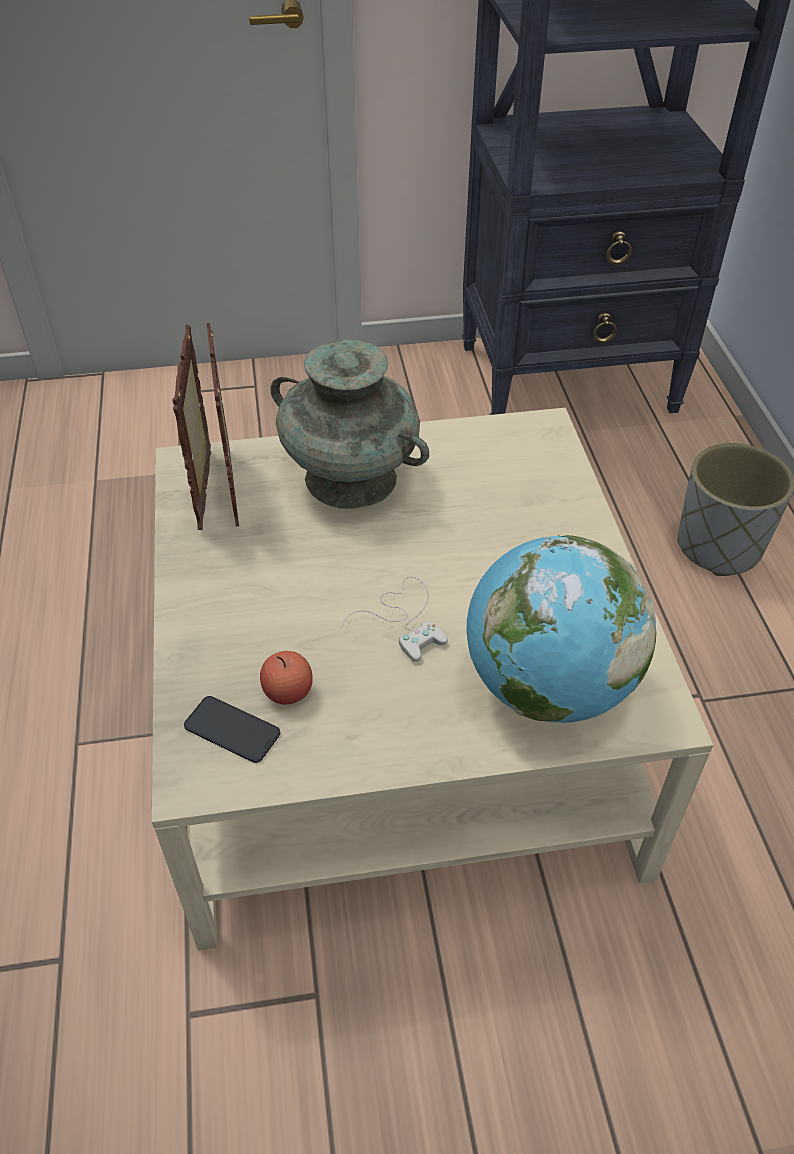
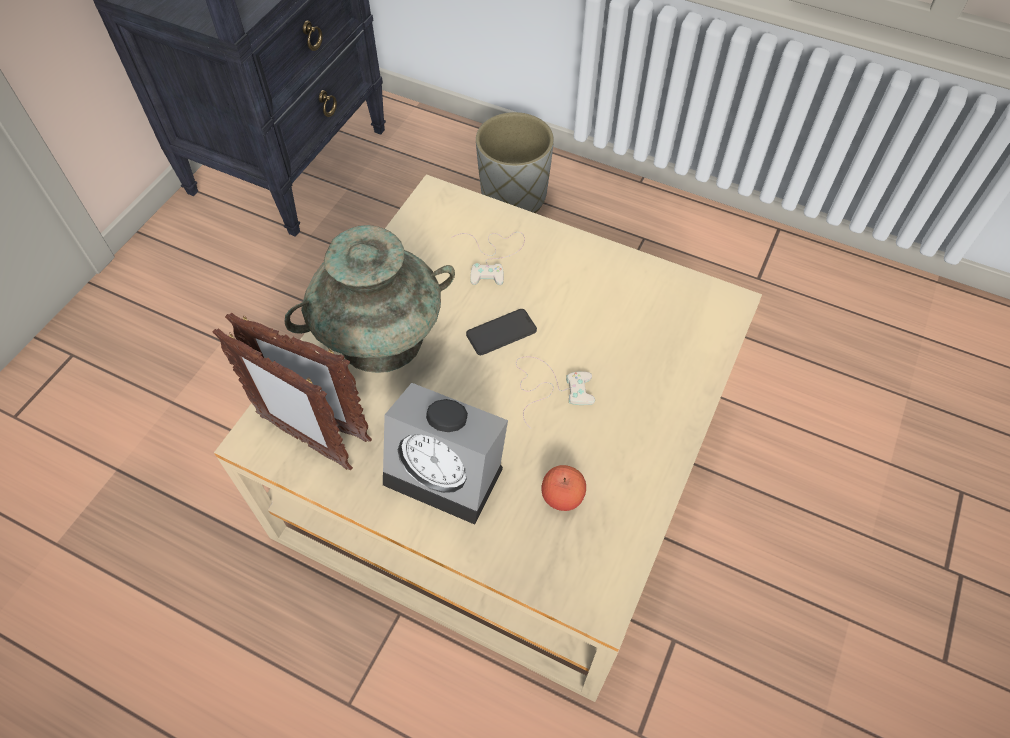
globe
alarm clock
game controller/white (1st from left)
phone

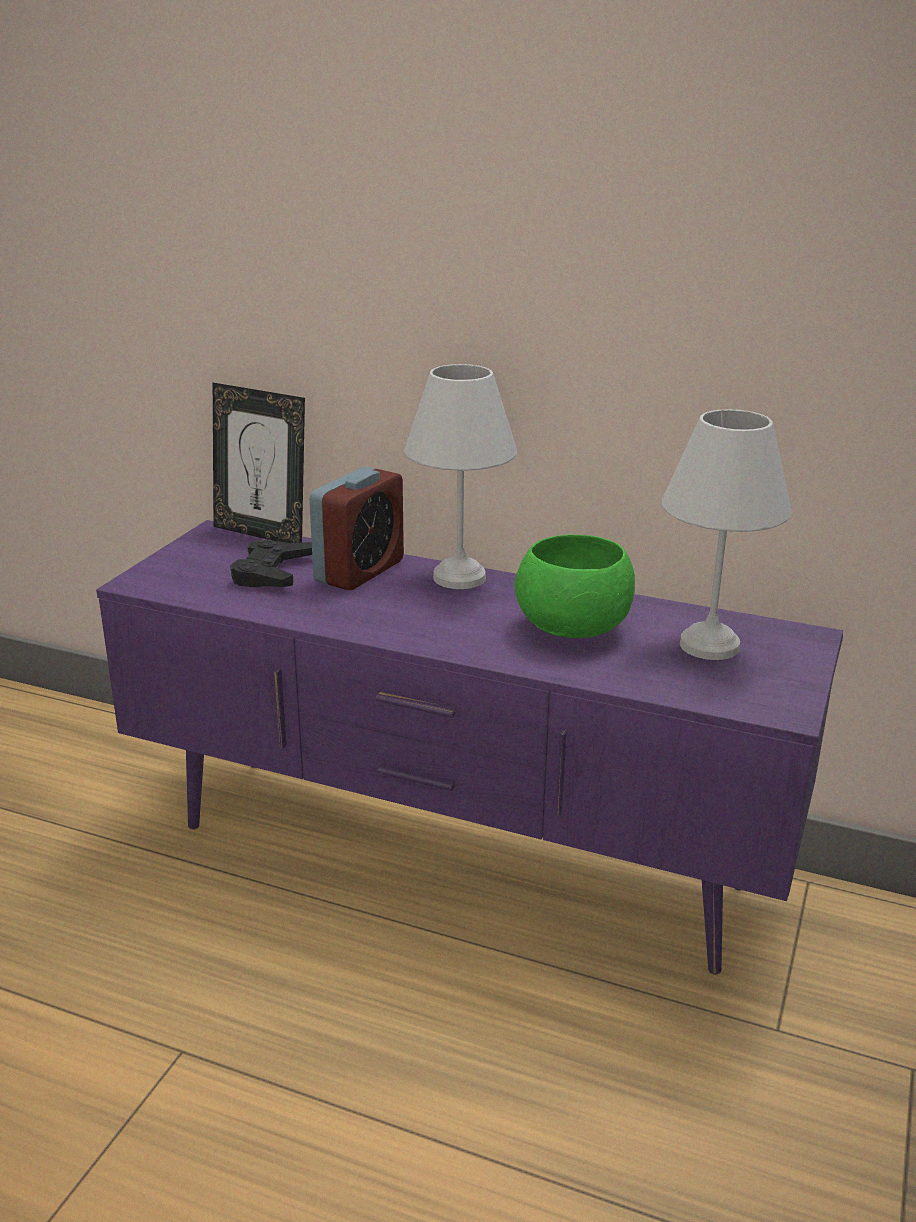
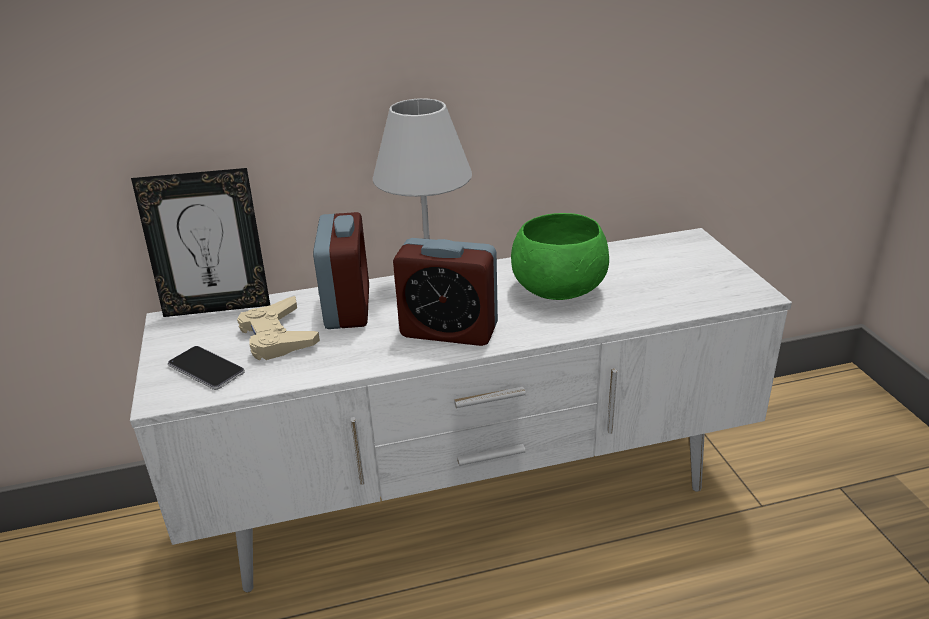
table lamp/white (2nd from left in the first image)
phone
alarm clock (2nd from left)
tv stand/white
game controller/beige

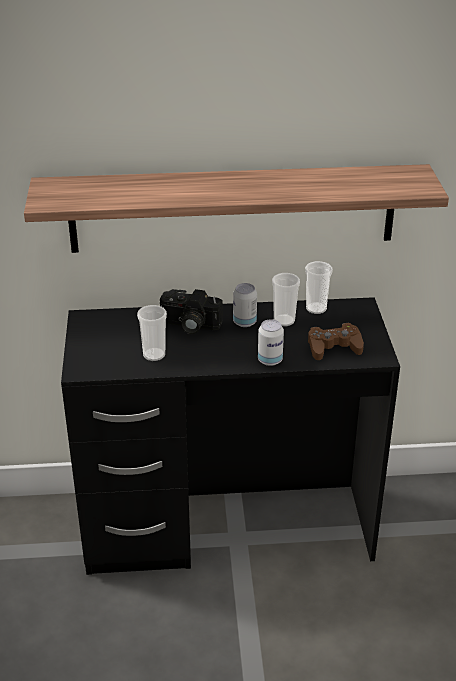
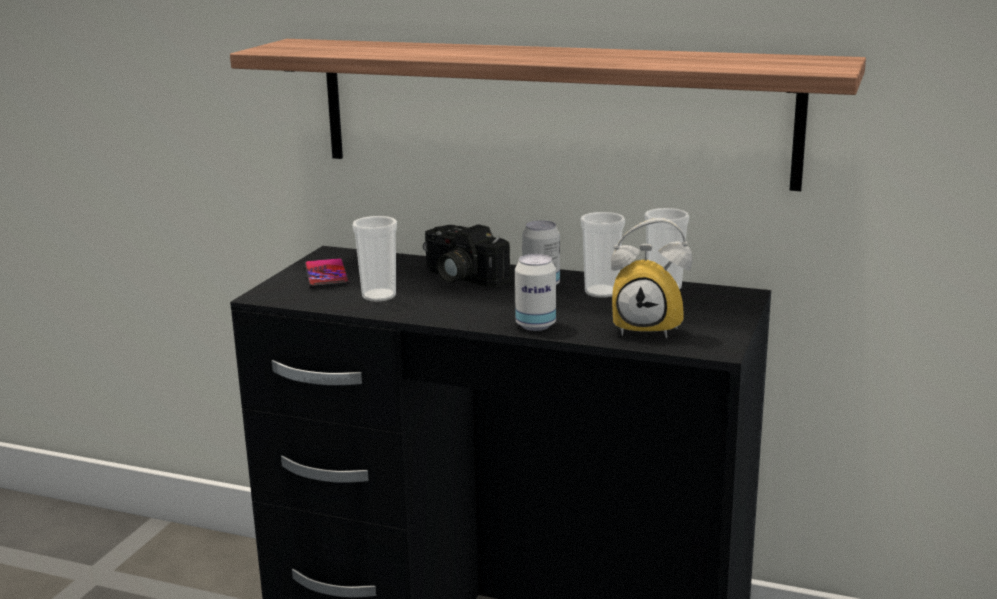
phone
alarm clock

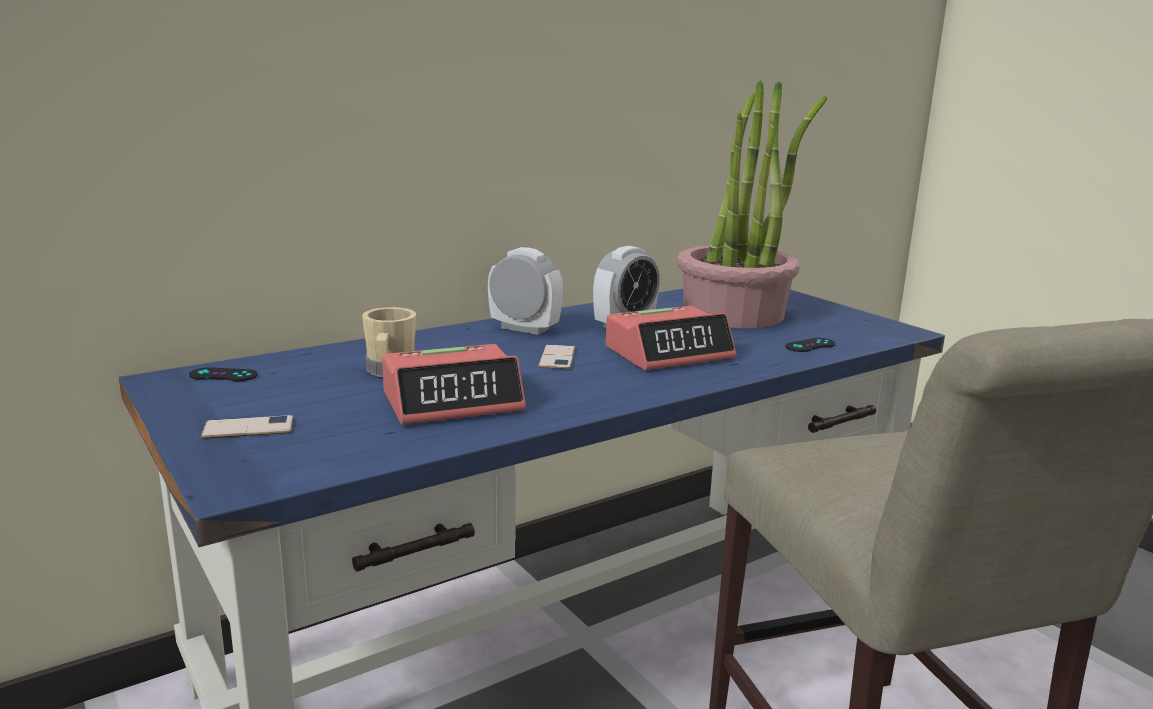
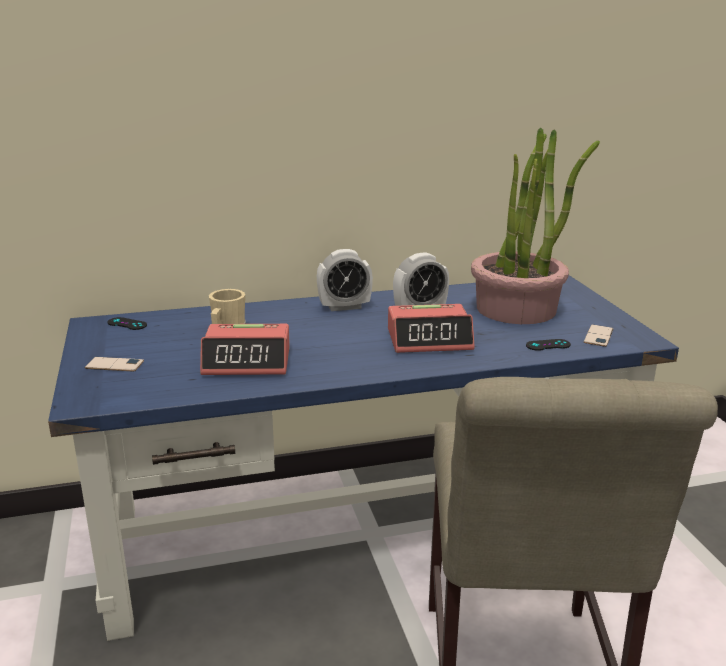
phone (2nd from left)
alarm clock (2nd from left)

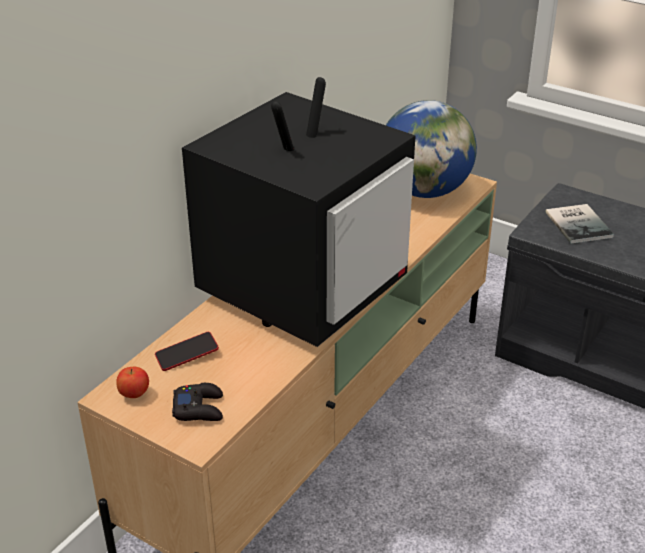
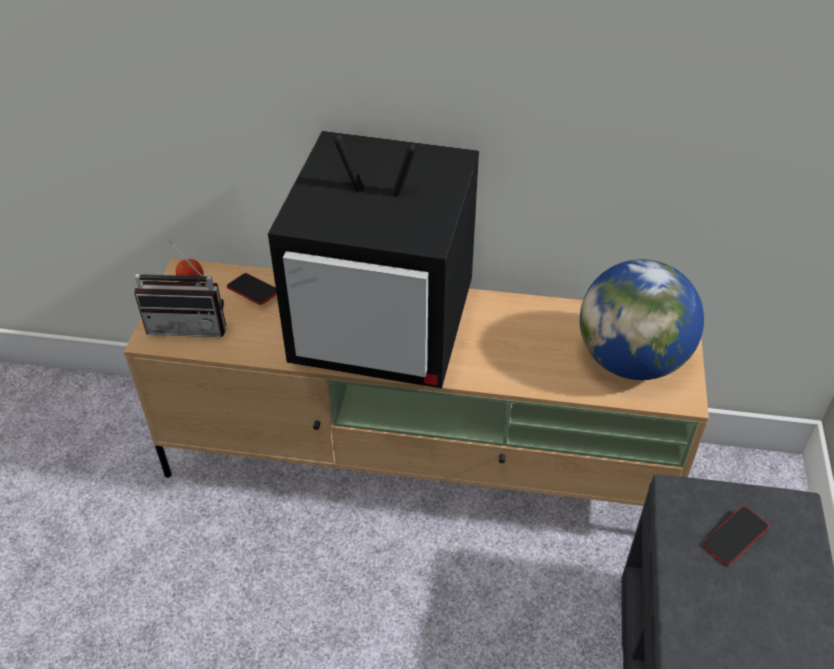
radio
phone (2nd from left)

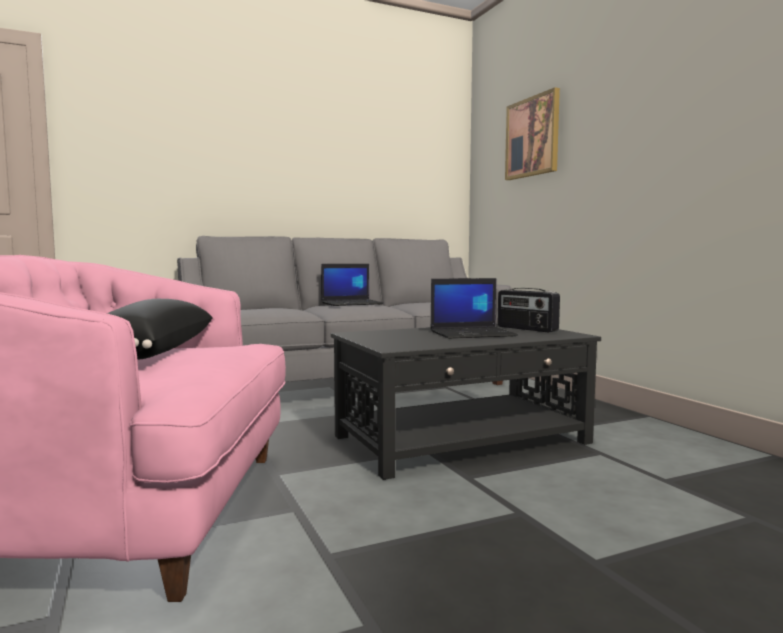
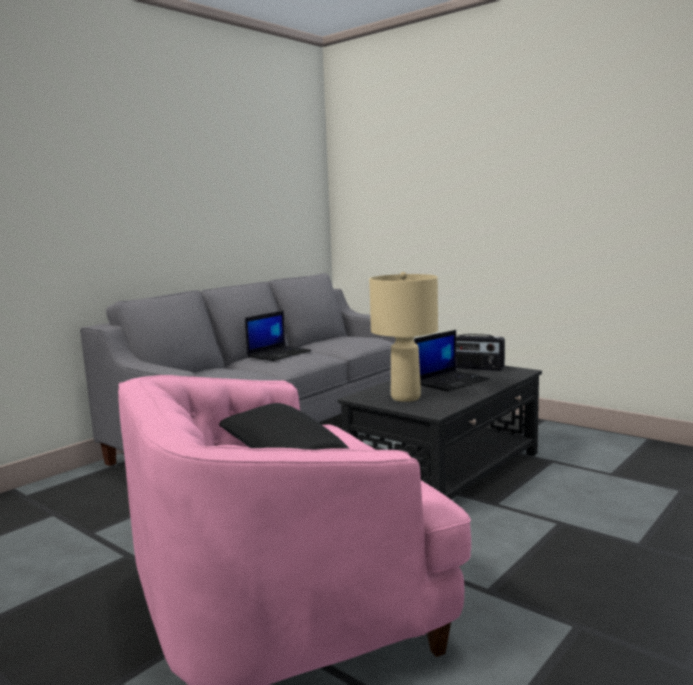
picture
table lamp/beige

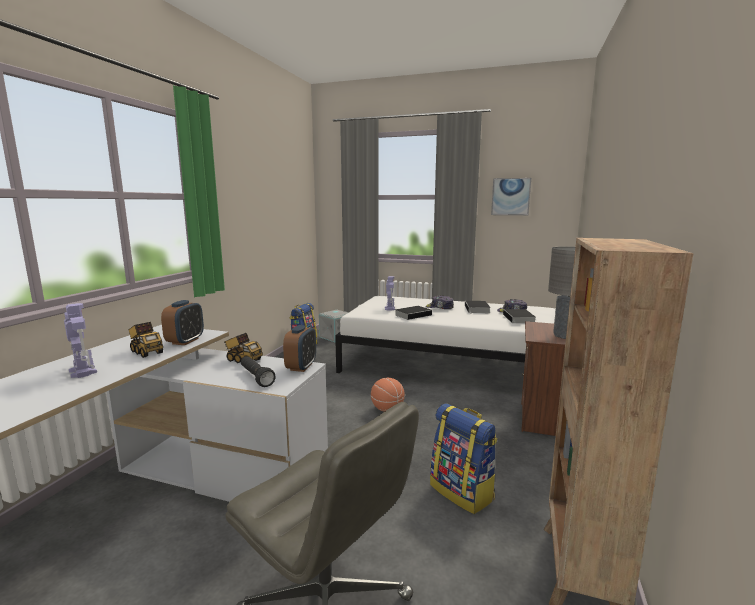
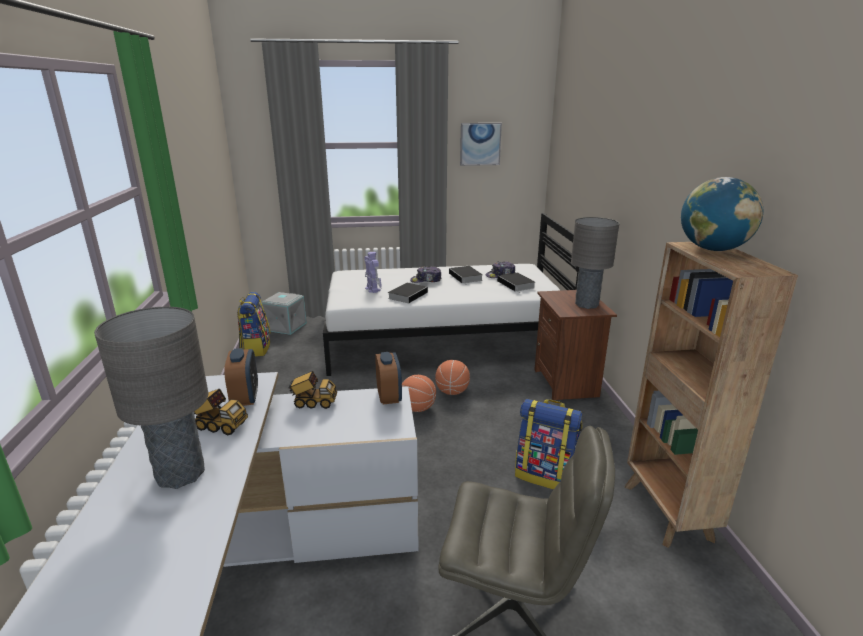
flashlight/black
basketball (2nd from left)
globe
table lamp/grey (1st from left)

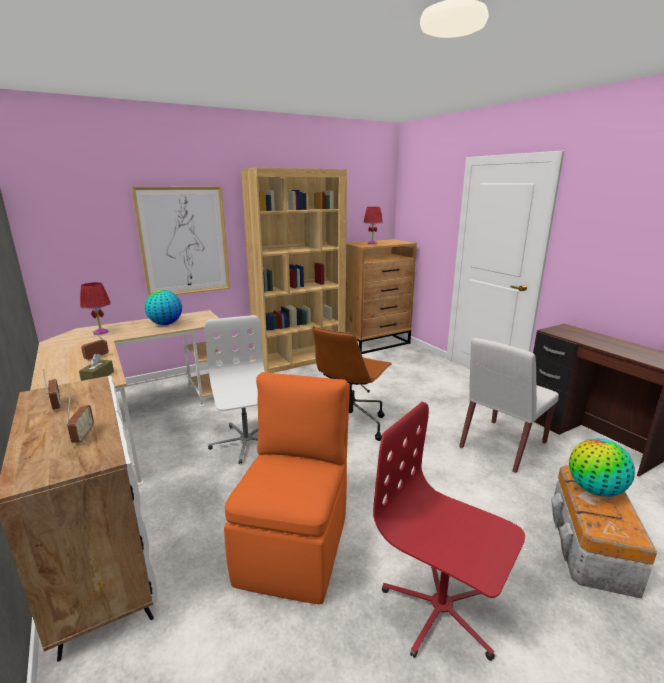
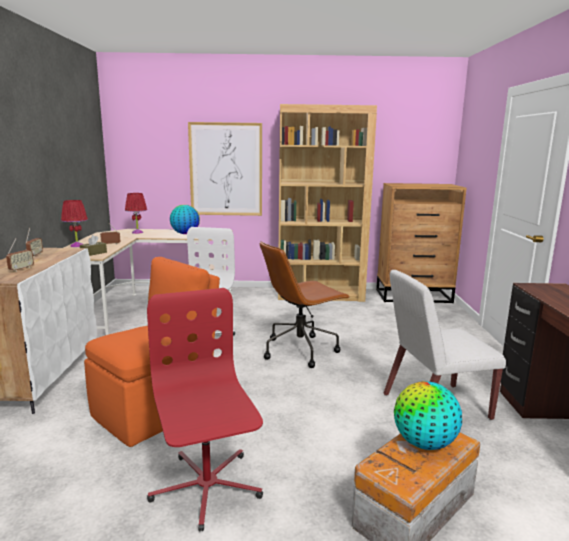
table lamp/red (1st from left)

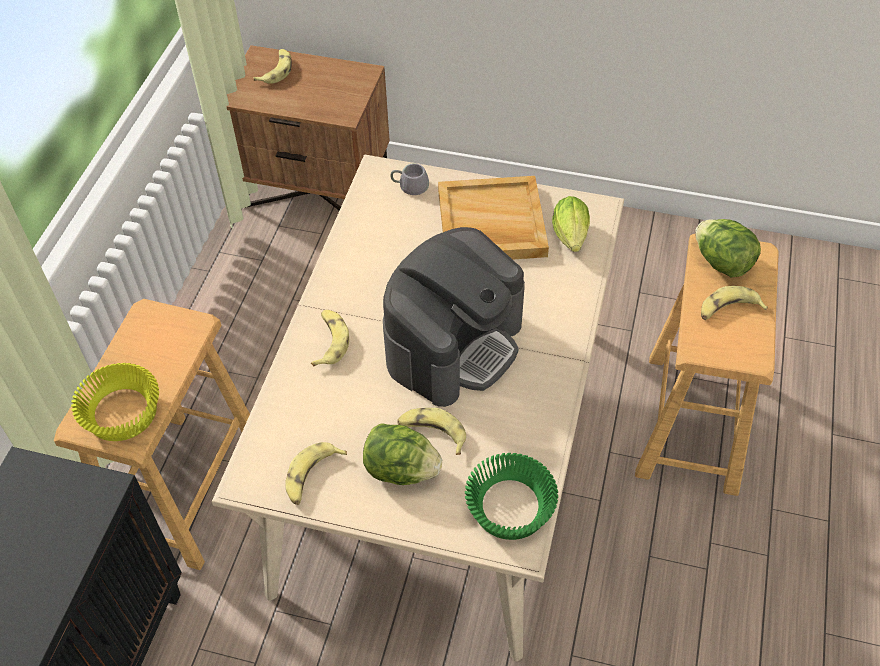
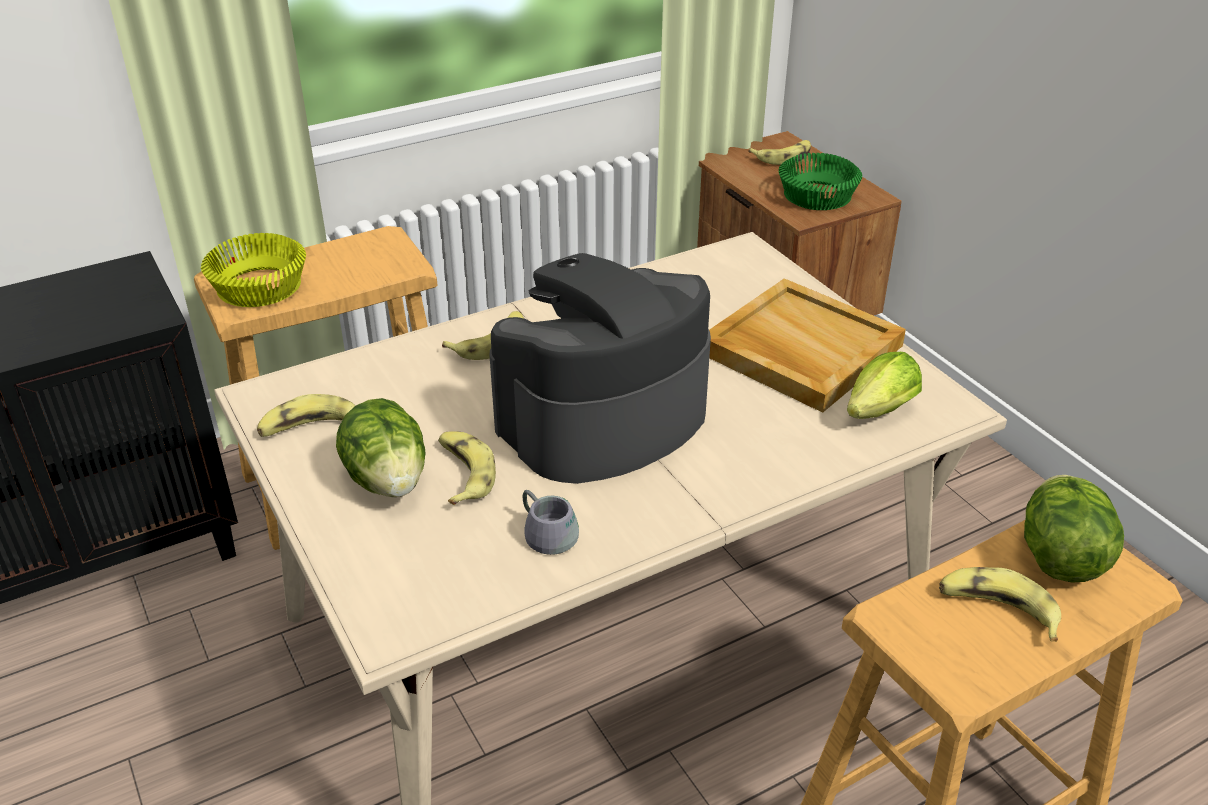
mug/grey
bowl/green
coffee machine

